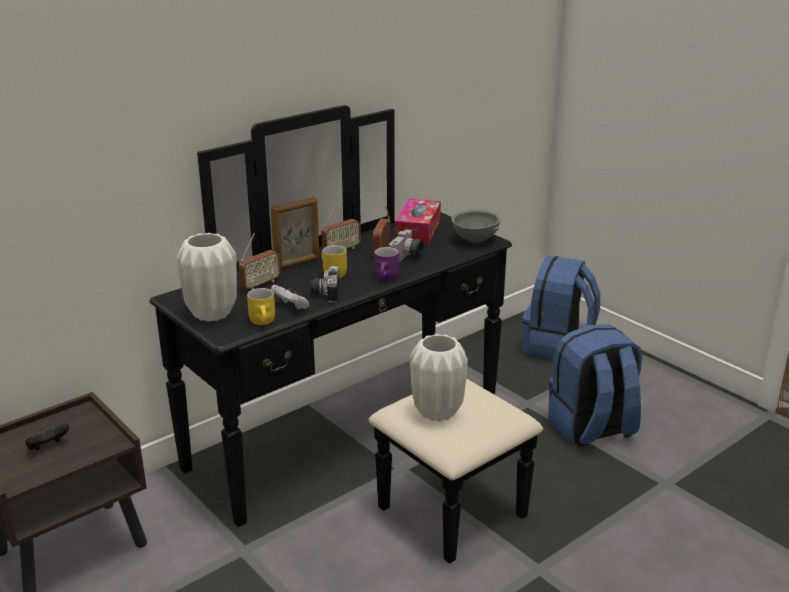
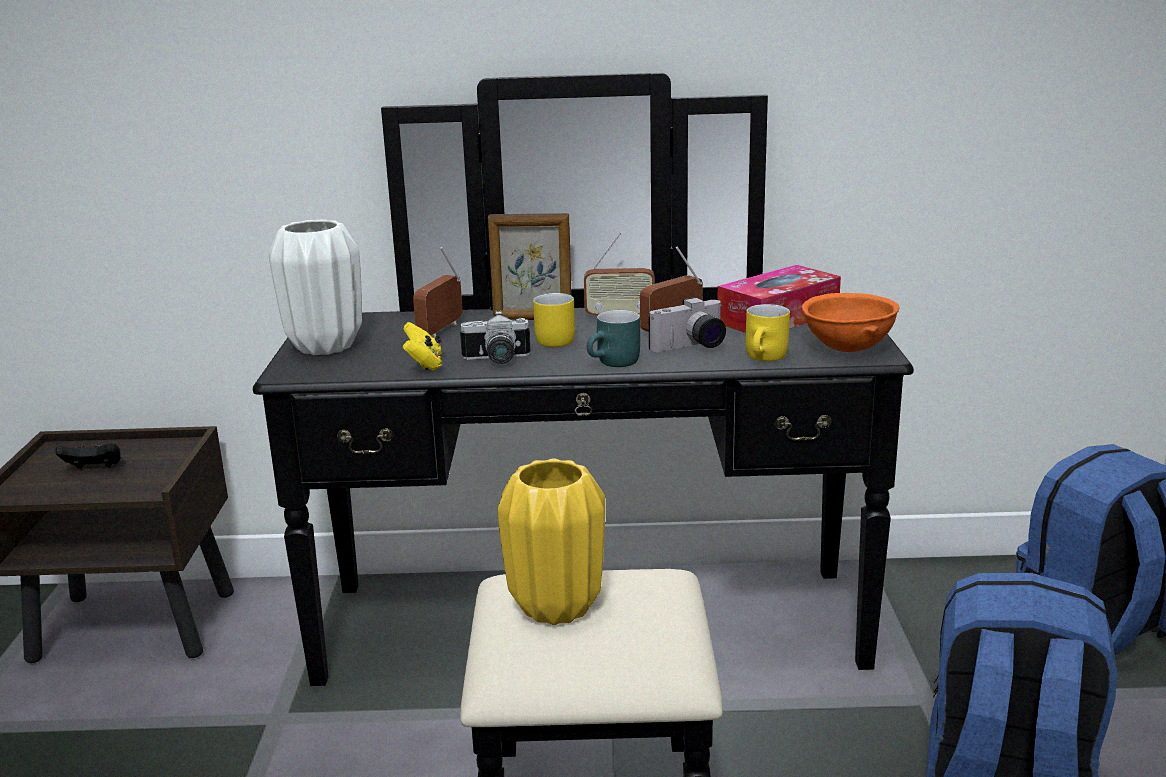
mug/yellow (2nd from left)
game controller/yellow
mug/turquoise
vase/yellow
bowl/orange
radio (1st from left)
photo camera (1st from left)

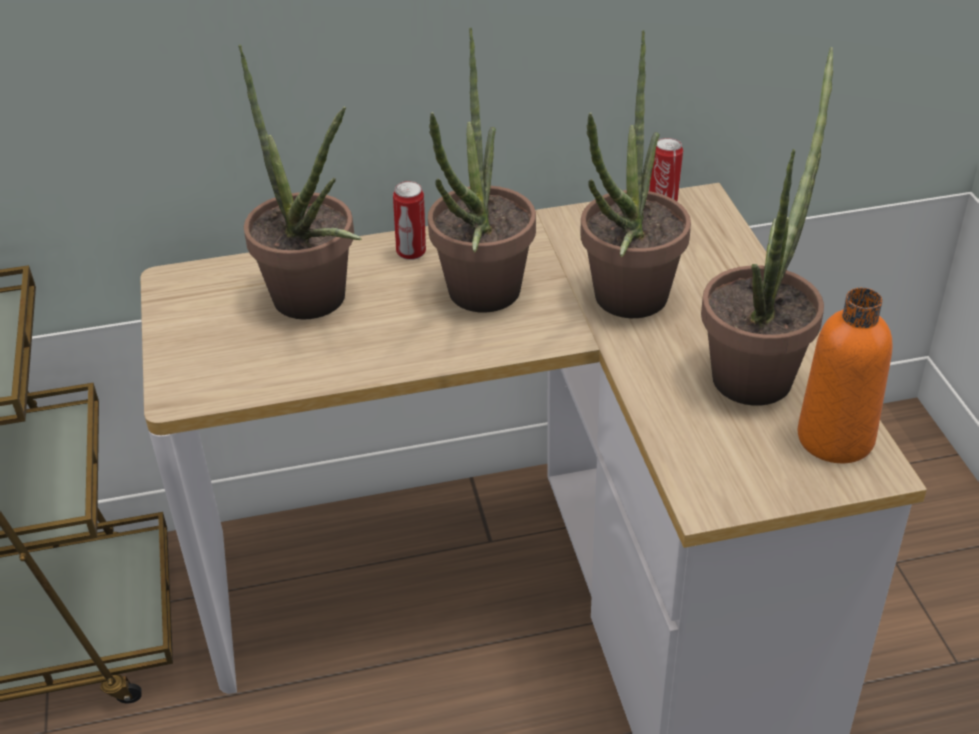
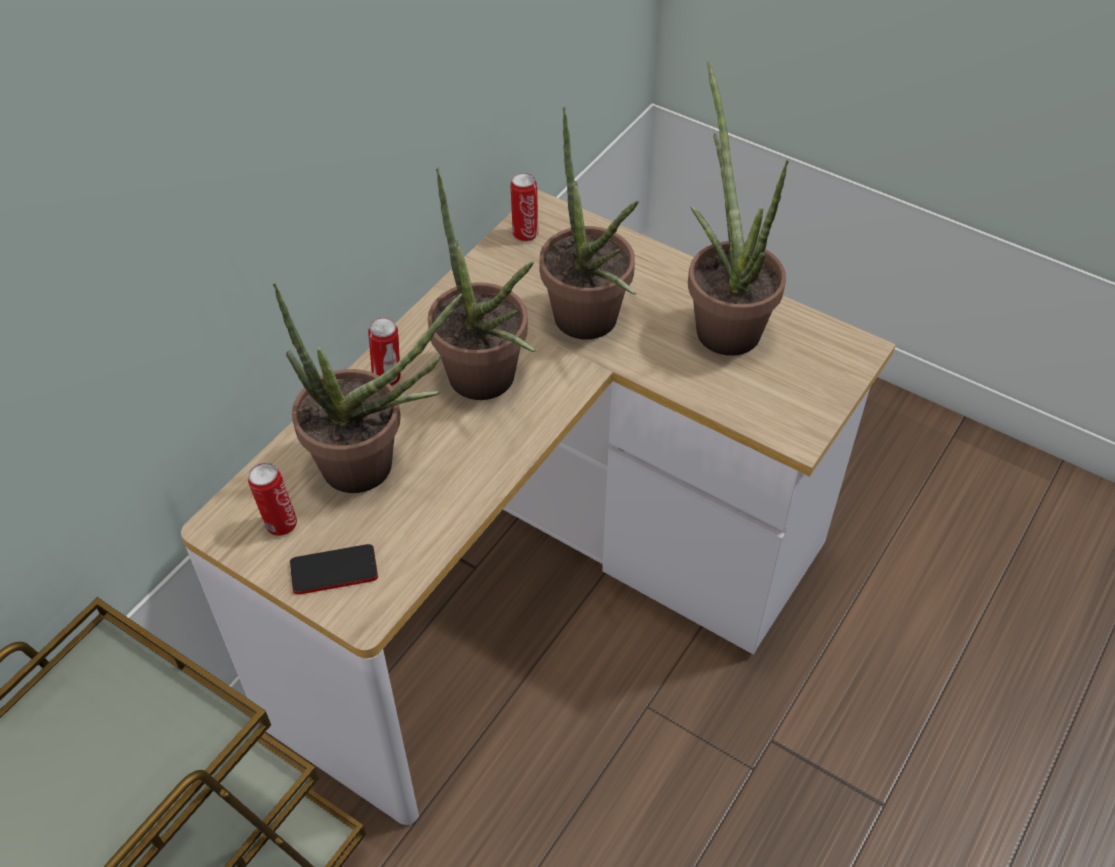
bottle/orange
can (1st from left)
phone

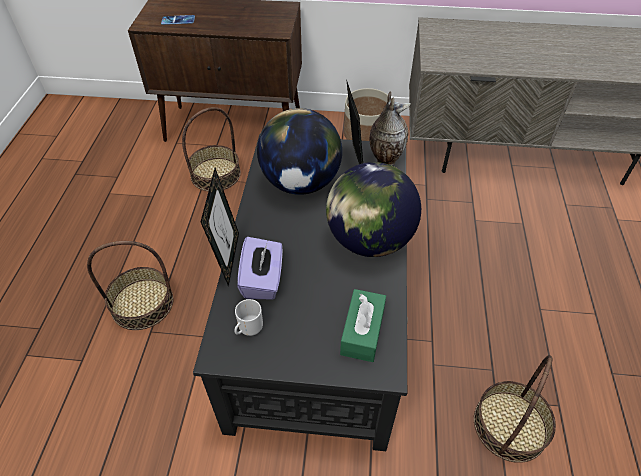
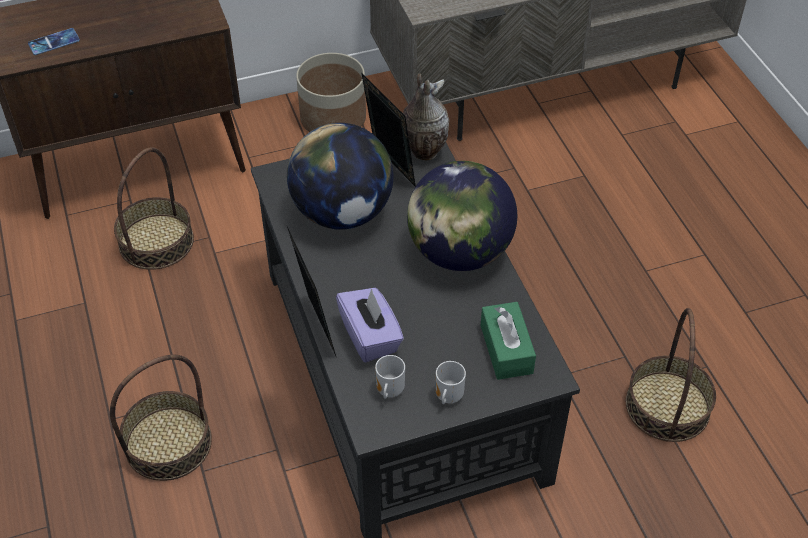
mug (2nd from left)

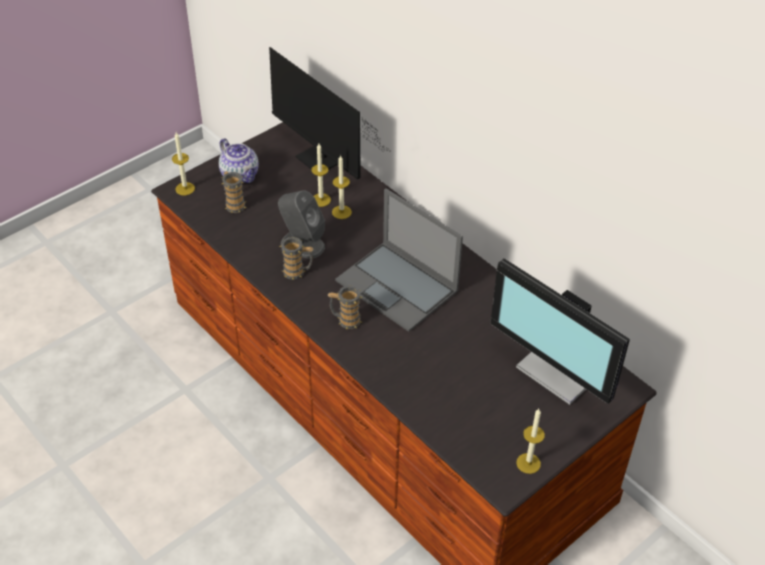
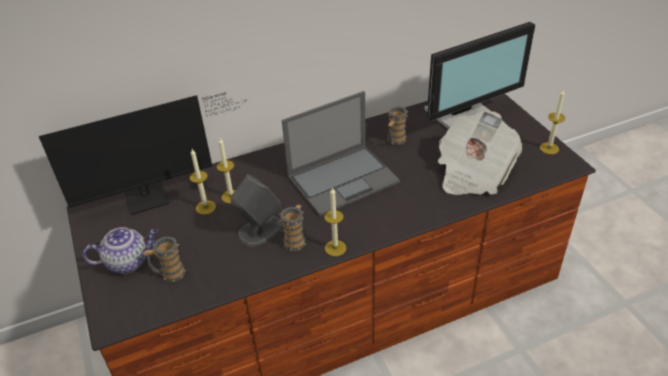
newspaper
candle (3rd from left)
mug (3rd from left)

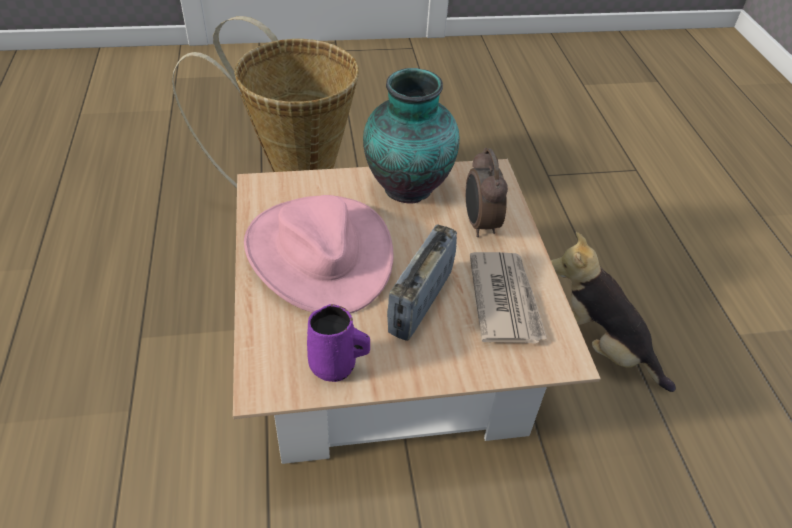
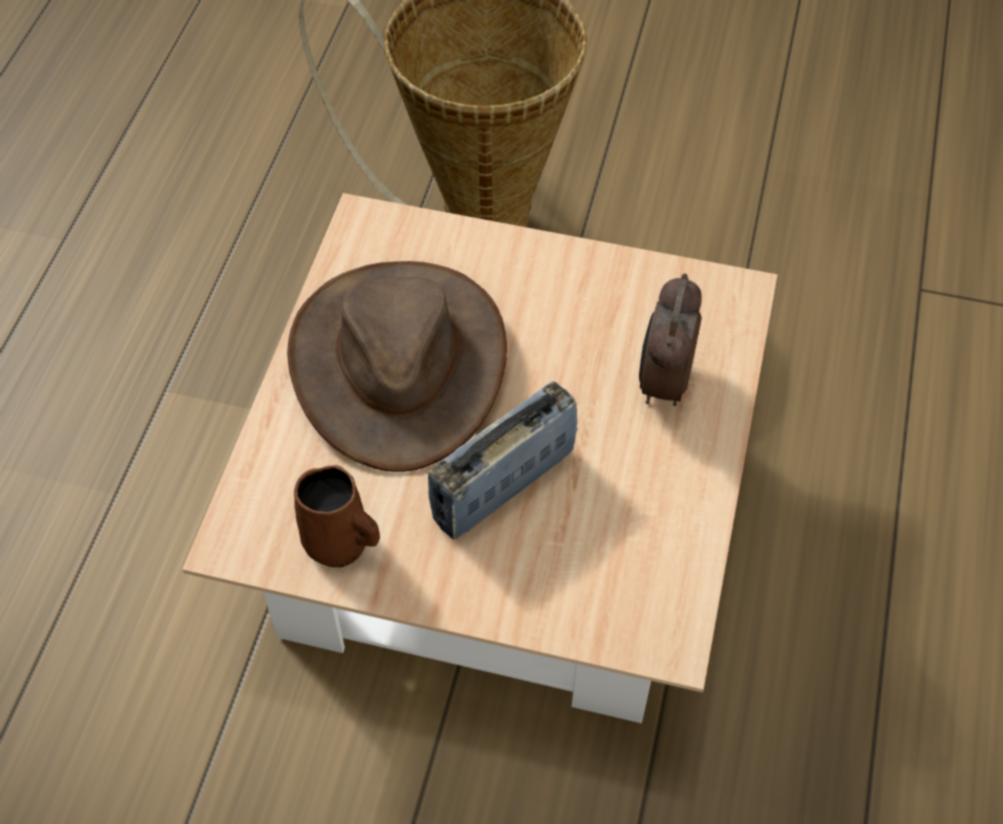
vase
newspaper
plush toy
hat/brown
mug/brown

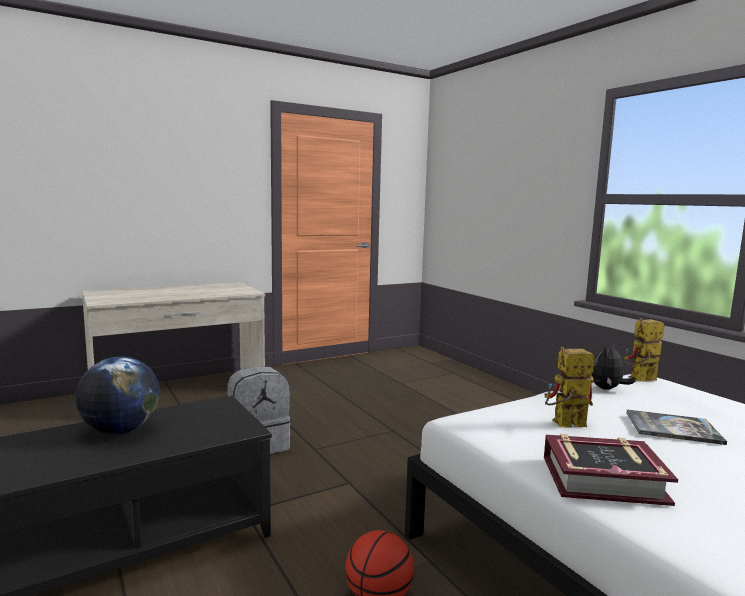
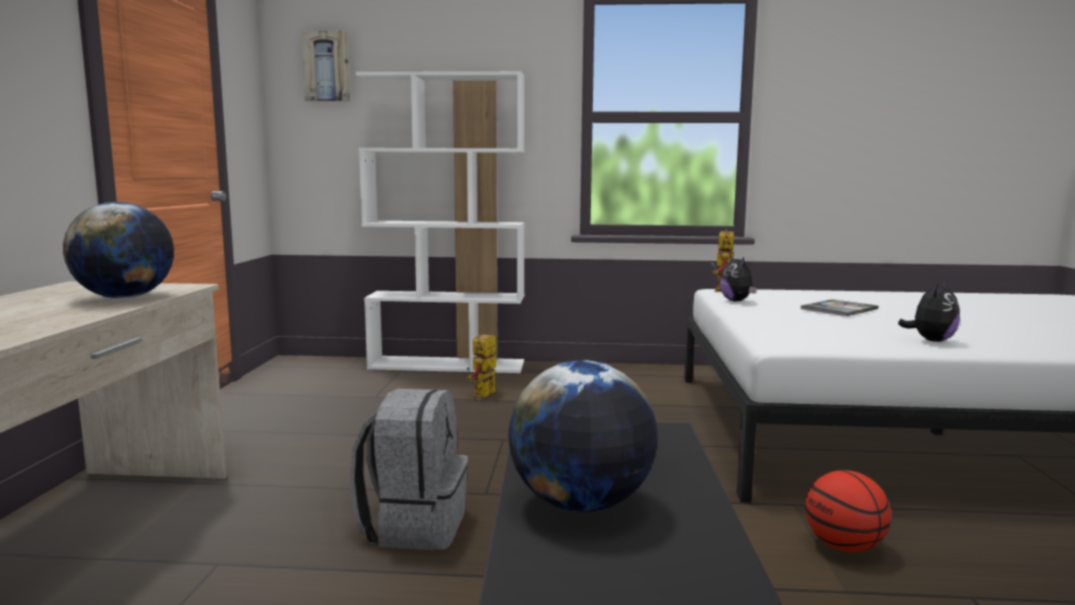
globe (1st from left)
picture
bookcase/white
toy robot (1st from left)
plush toy (2nd from left)

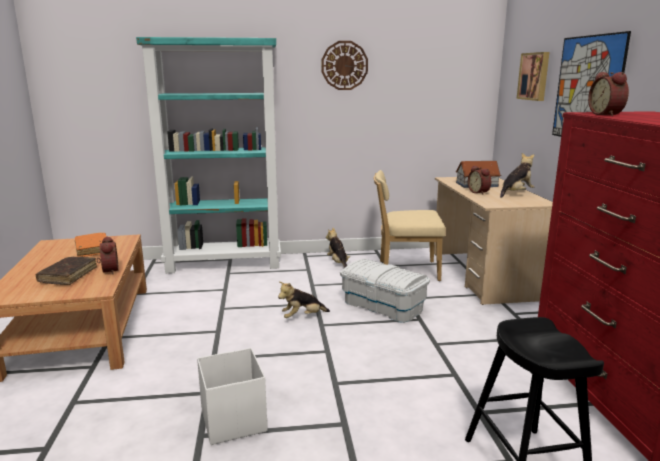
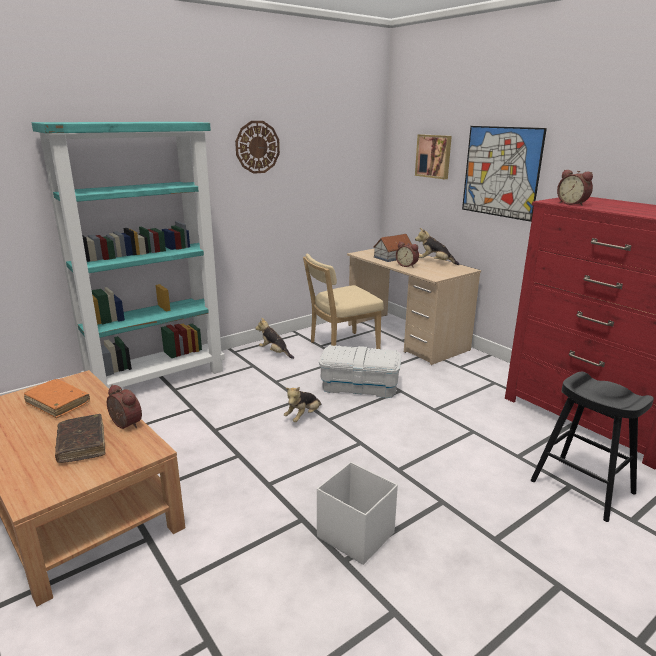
plush toy (3rd from left)

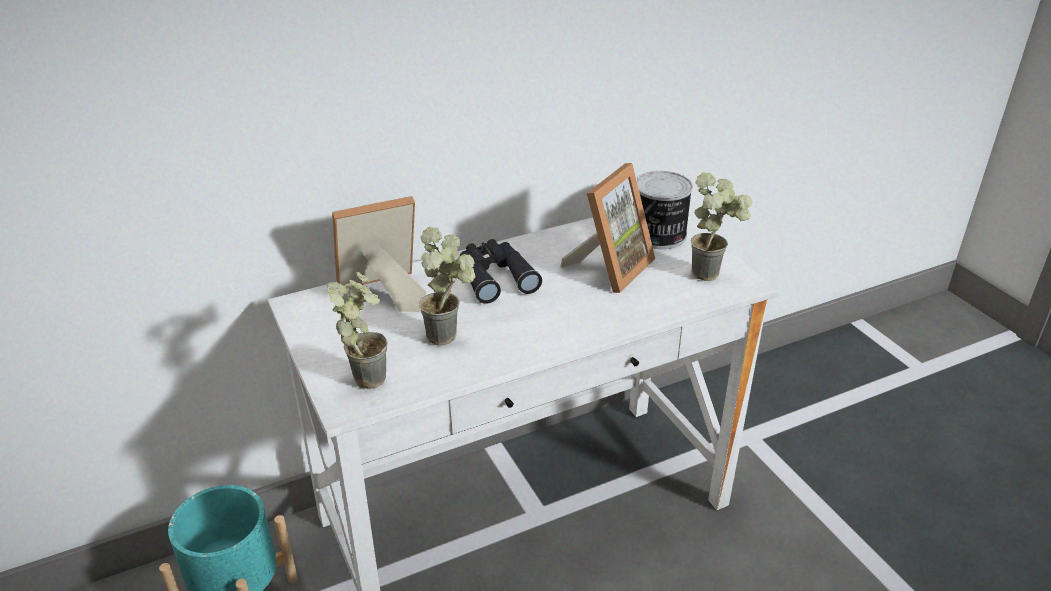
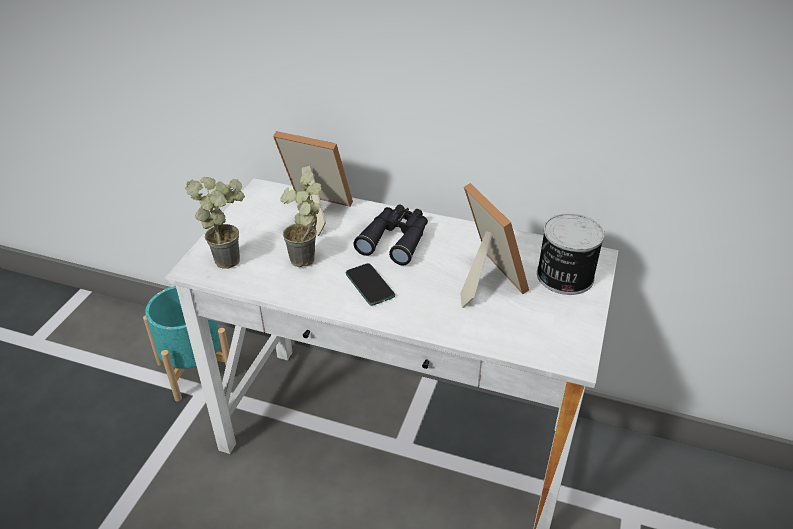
potted plant (3rd from left in the first image)
phone
picture frame (2nd from left)

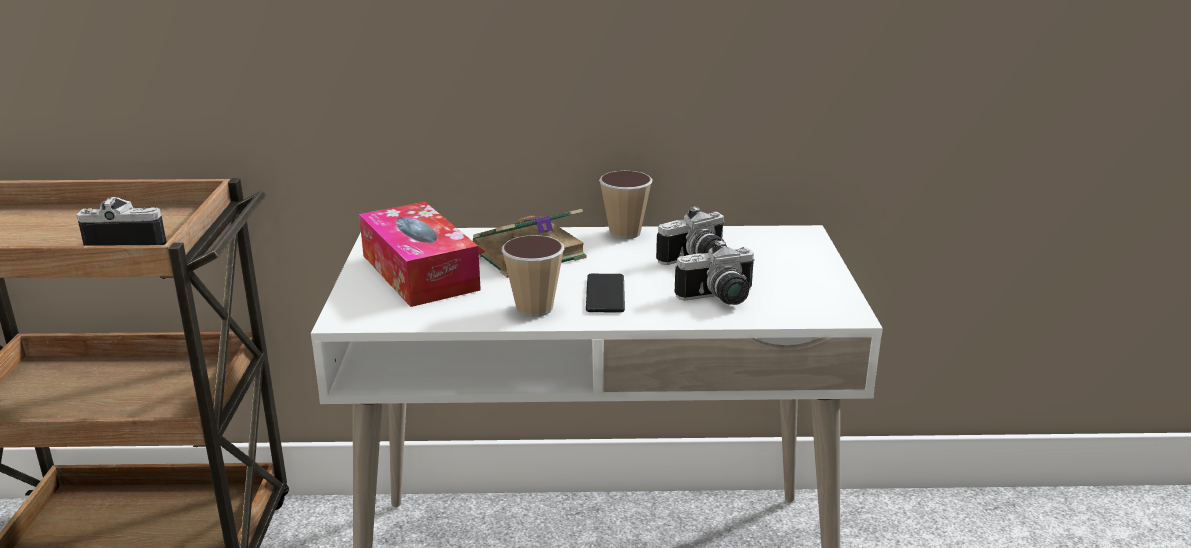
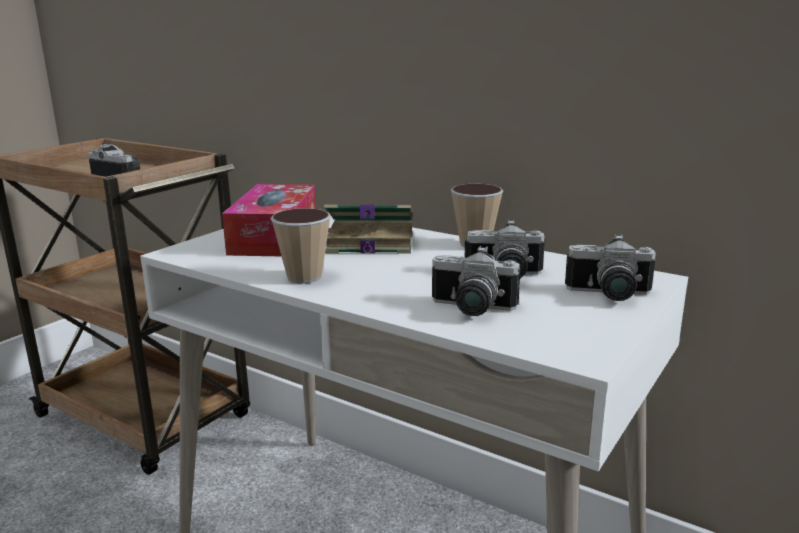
phone
photo camera (4th from left)

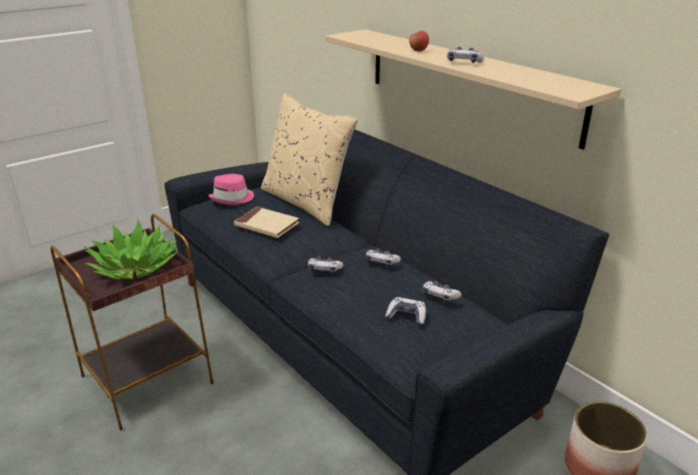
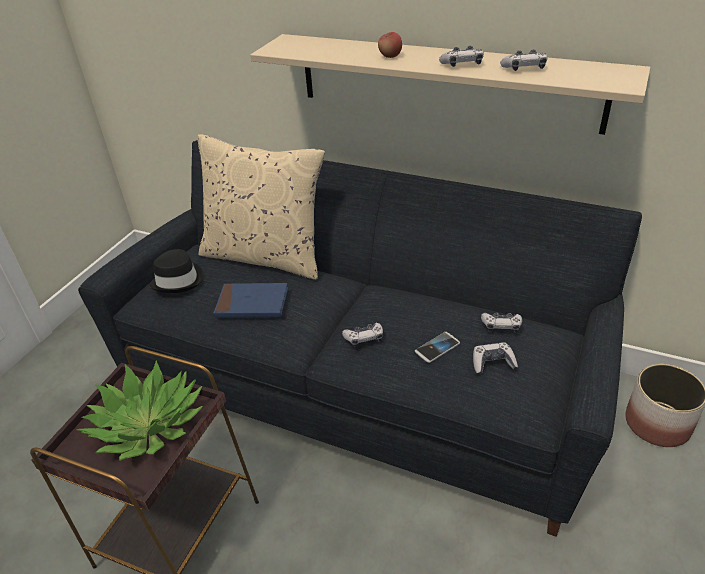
phone
game controller (5th from left)
hat/black
book/blue

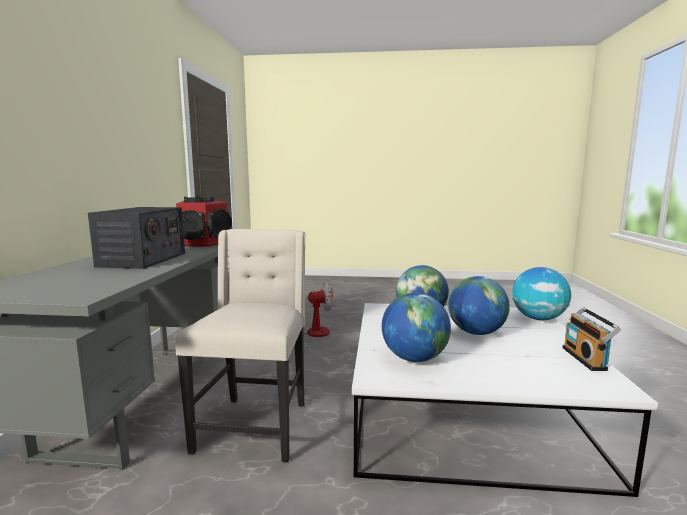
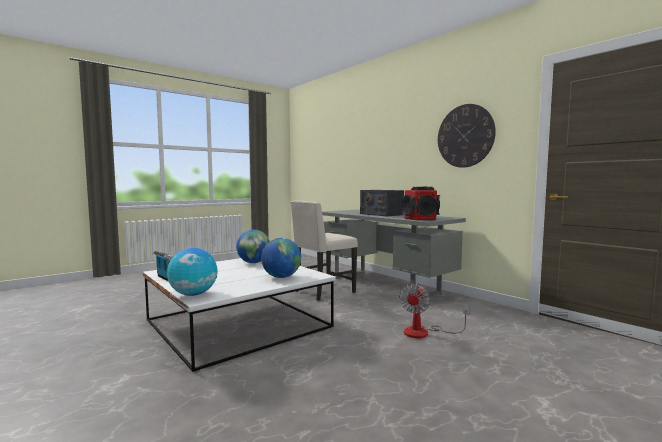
globe (3rd from left in the first image)
wall clock
chair/beige

